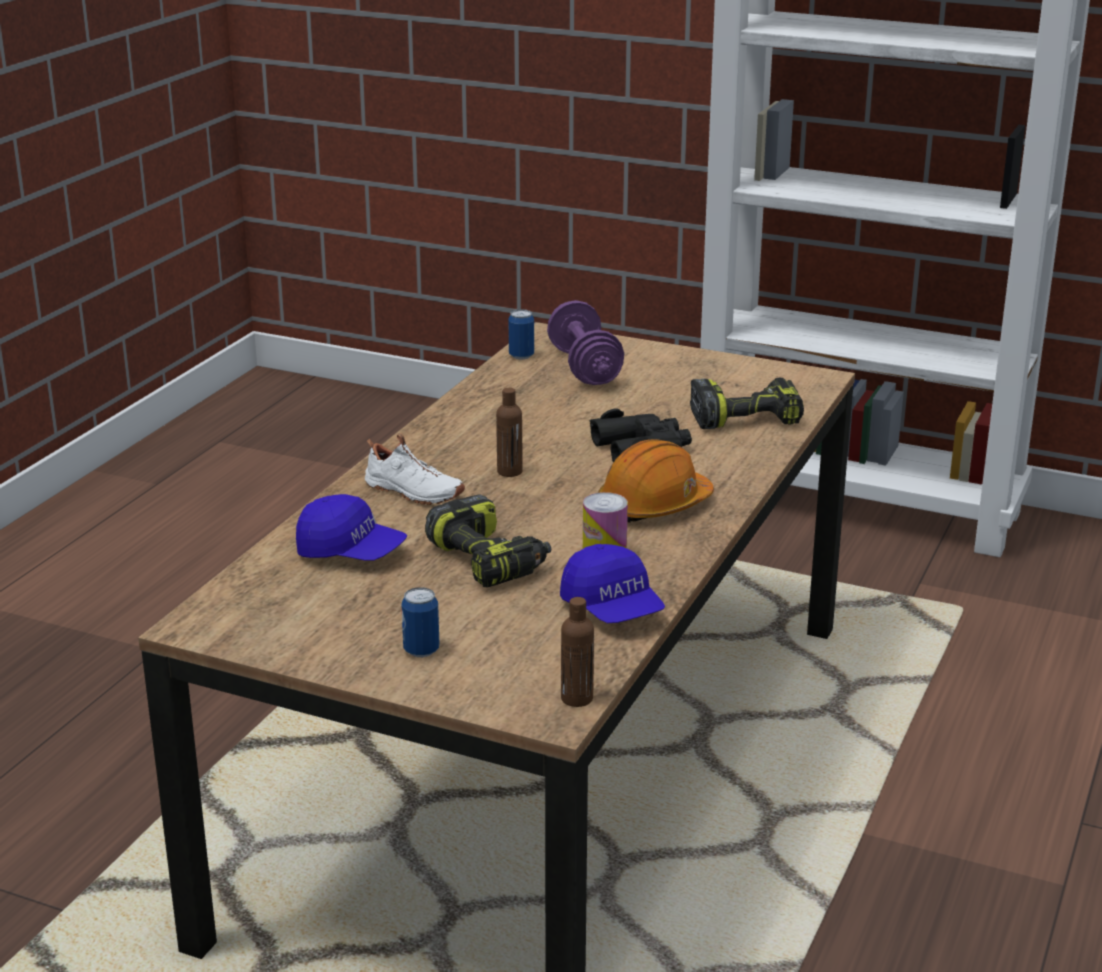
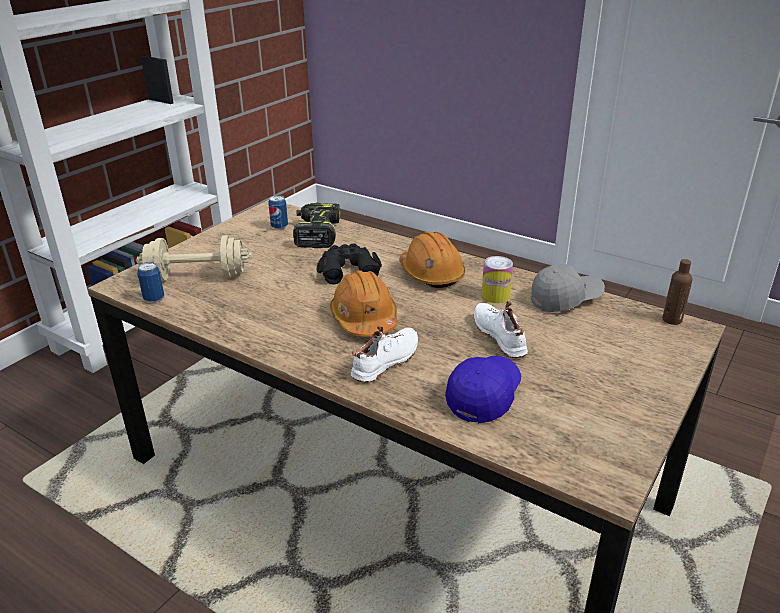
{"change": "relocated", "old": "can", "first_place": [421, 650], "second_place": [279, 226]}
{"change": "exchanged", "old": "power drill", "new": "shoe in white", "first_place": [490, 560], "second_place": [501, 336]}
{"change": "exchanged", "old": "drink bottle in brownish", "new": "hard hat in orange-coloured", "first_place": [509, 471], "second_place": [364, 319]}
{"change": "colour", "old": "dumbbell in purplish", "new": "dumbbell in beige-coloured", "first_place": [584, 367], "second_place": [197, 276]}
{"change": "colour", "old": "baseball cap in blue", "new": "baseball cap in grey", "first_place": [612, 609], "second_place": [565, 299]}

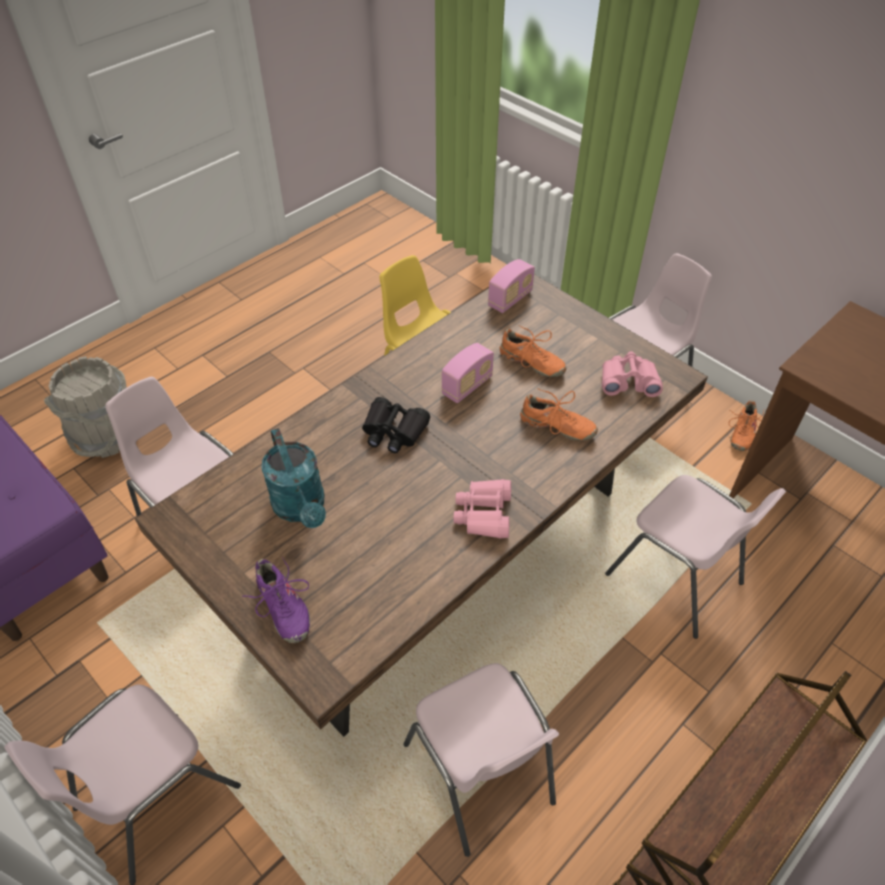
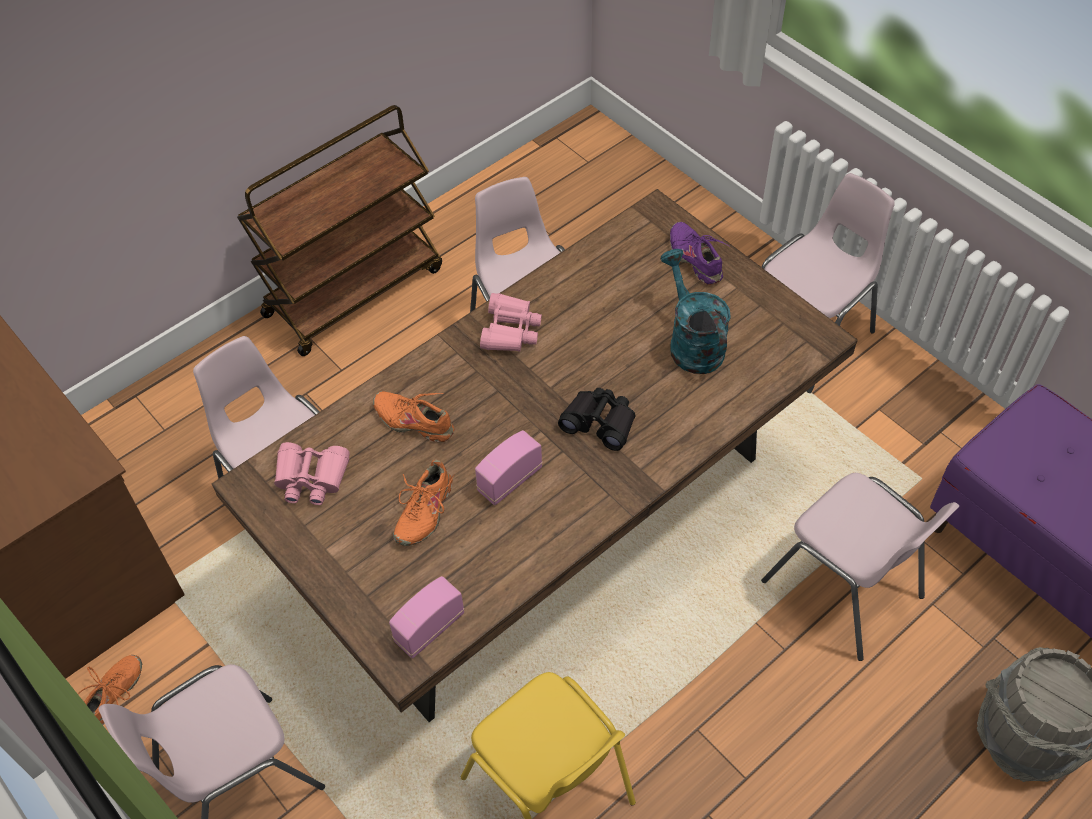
{"change": "spun", "old": "shoe in orange-coloured", "first_place": [531, 363], "second_place": [423, 511], "degrees": -105}

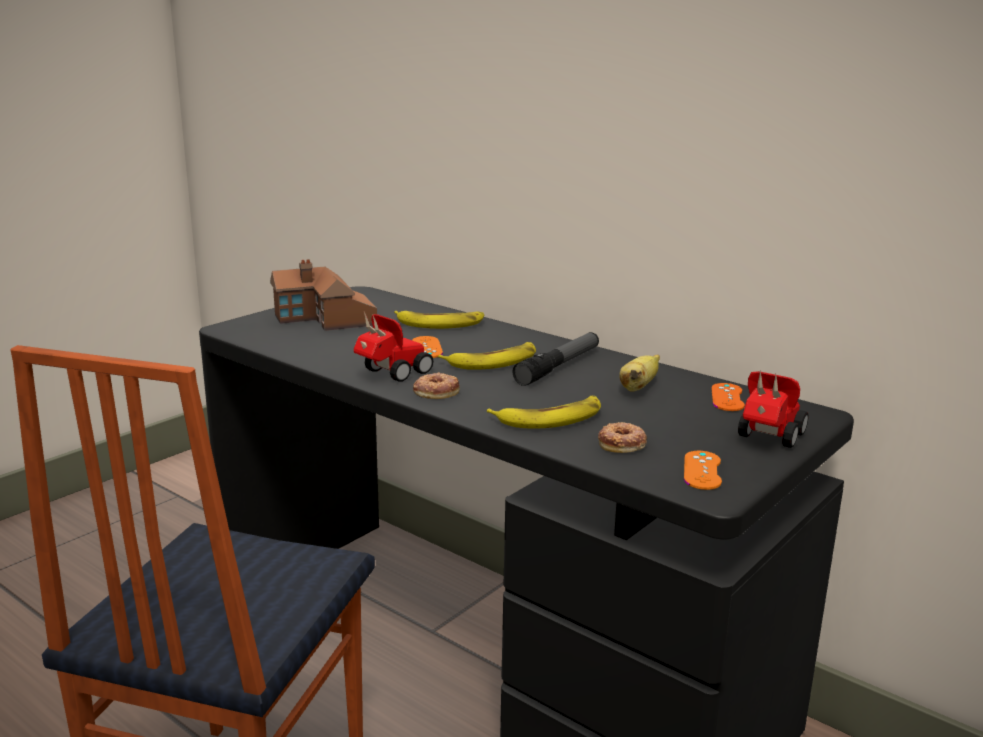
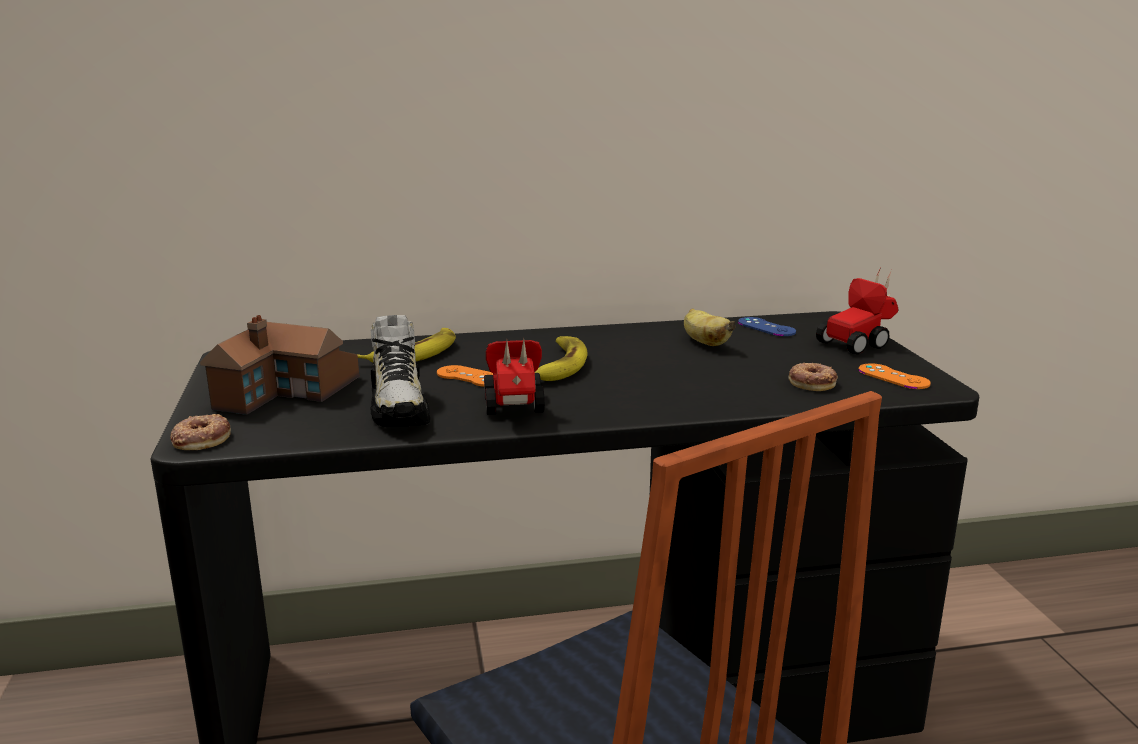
{"change": "missing", "old": "whole banana", "first_place": [550, 418]}
{"change": "missing", "old": "torch", "first_place": [558, 366]}
{"change": "appeared", "new": "shoe", "second_place": [400, 408]}
{"change": "relocated", "old": "ring doughnut", "first_place": [436, 391], "second_place": [201, 439]}
{"change": "colour", "old": "game controller in orange-coloured", "new": "game controller in blue", "first_place": [727, 397], "second_place": [766, 327]}
{"change": "spun", "old": "miniature car", "first_place": [768, 439], "second_place": [859, 343], "degrees": -105}

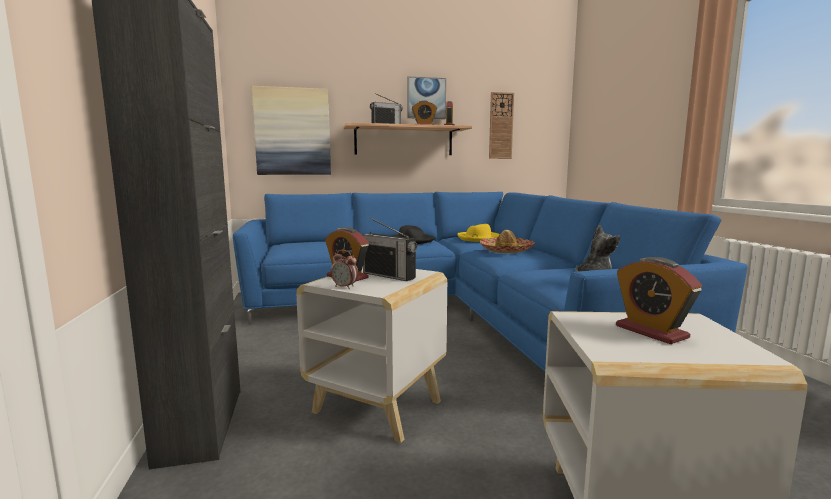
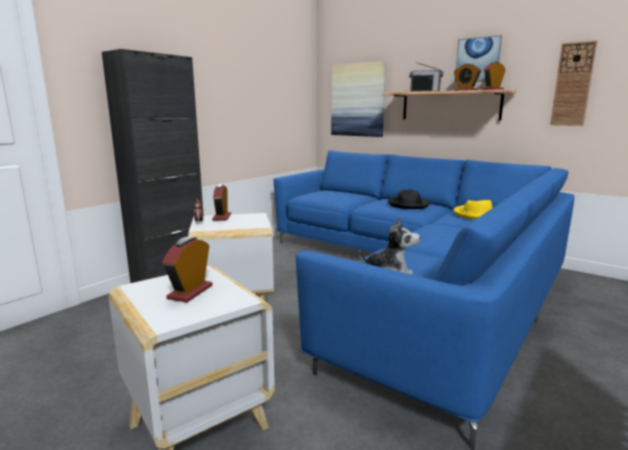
{"change": "missing", "old": "radio", "first_place": [389, 275]}
{"change": "missing", "old": "clothing hat", "first_place": [506, 250]}

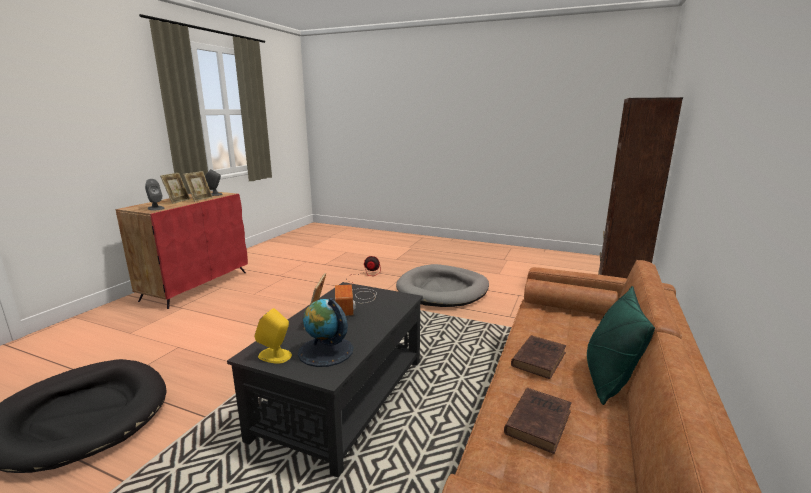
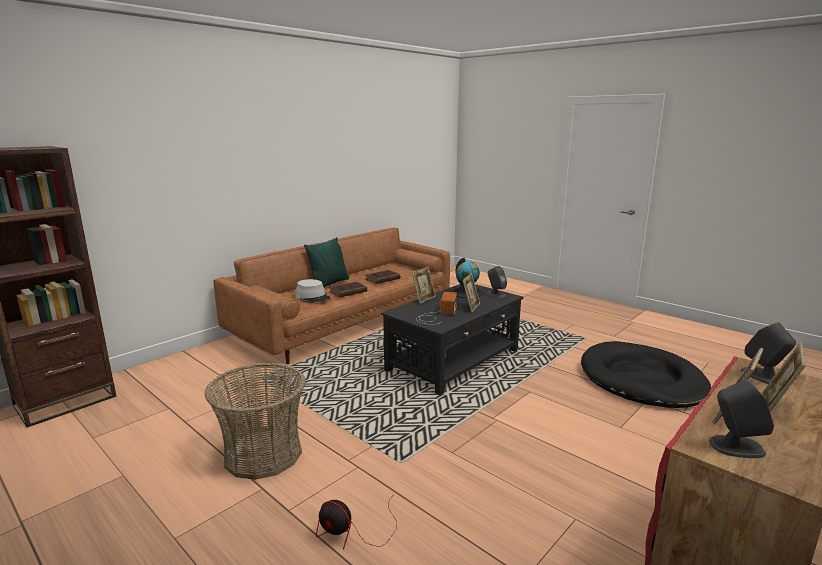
{"change": "appeared", "new": "clothing hat in grey", "second_place": [313, 297]}
{"change": "appeared", "new": "standing frame", "second_place": [424, 299]}
{"change": "exchanged", "old": "pet bed in grey", "new": "basket", "first_place": [443, 290], "second_place": [263, 454]}
{"change": "colour", "old": "speaker in yellow-coloured", "new": "speaker in grey", "first_place": [275, 356], "second_place": [495, 294]}

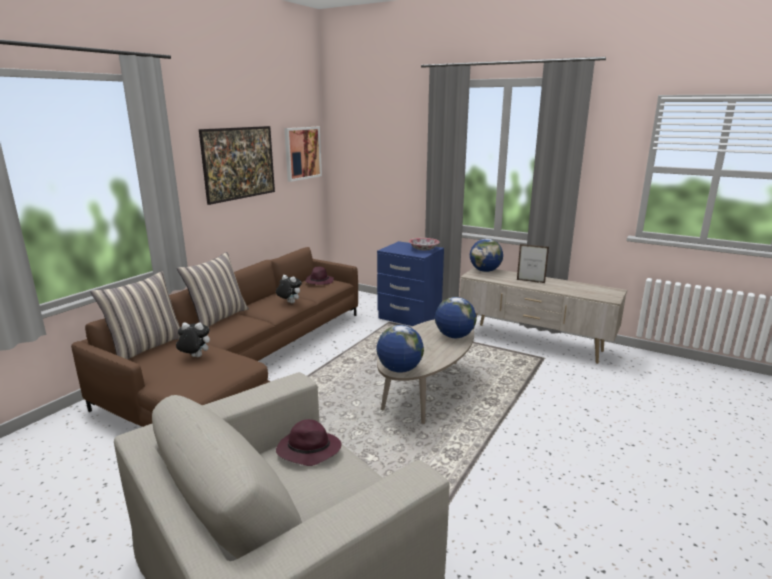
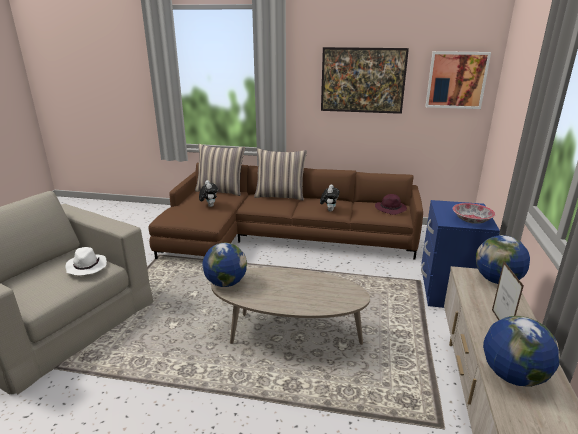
{"change": "relocated", "old": "world globe", "first_place": [454, 336], "second_place": [512, 376]}
{"change": "colour", "old": "clothing hat in purplish", "new": "clothing hat in white", "first_place": [308, 450], "second_place": [86, 267]}

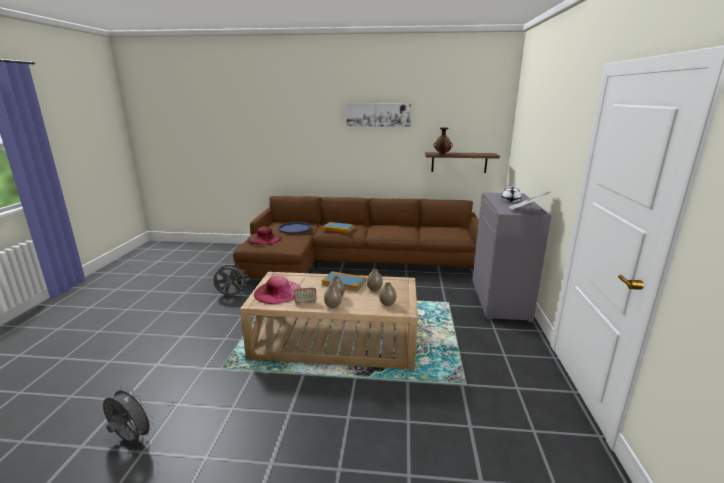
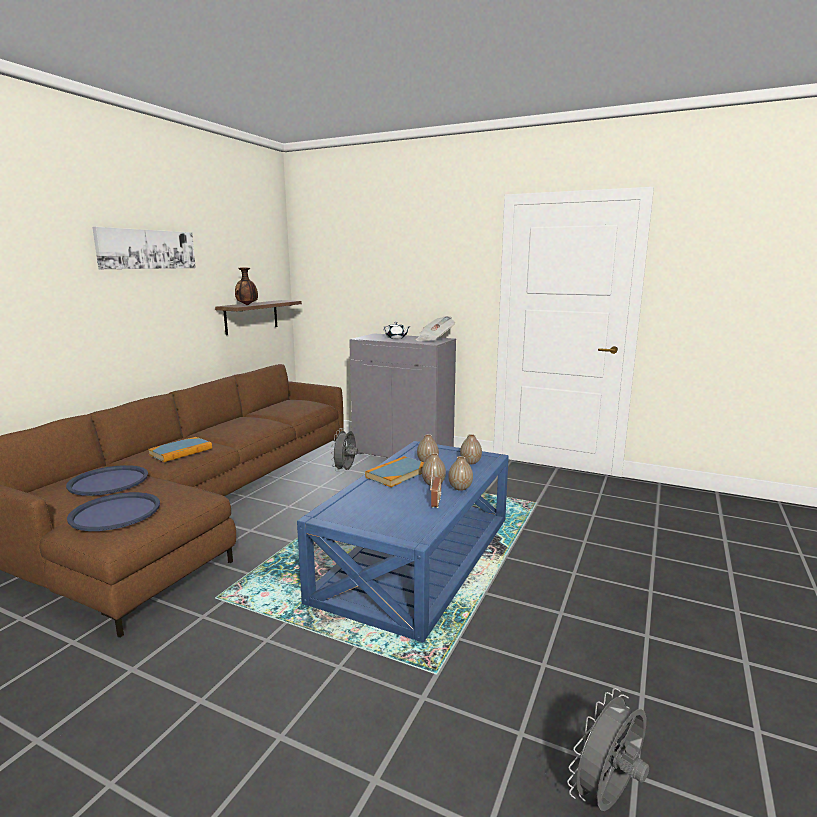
{"change": "missing", "old": "clothing hat in pink-coloured", "first_place": [278, 292]}
{"change": "relocated", "old": "cooling fan in grey", "first_place": [231, 295], "second_place": [345, 470]}
{"change": "exchanged", "old": "clothing hat in brownish", "new": "serving tray in blue", "first_place": [264, 238], "second_place": [115, 512]}
{"change": "colour", "old": "lounge table in beige-coloured", "new": "lounge table in blue", "first_place": [335, 339], "second_place": [416, 556]}

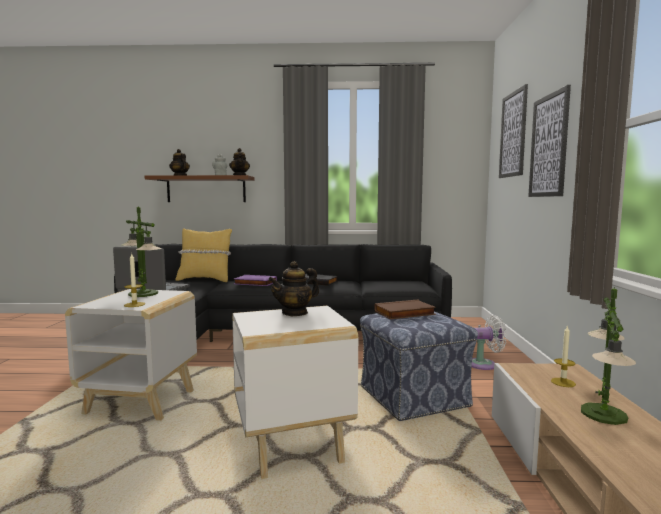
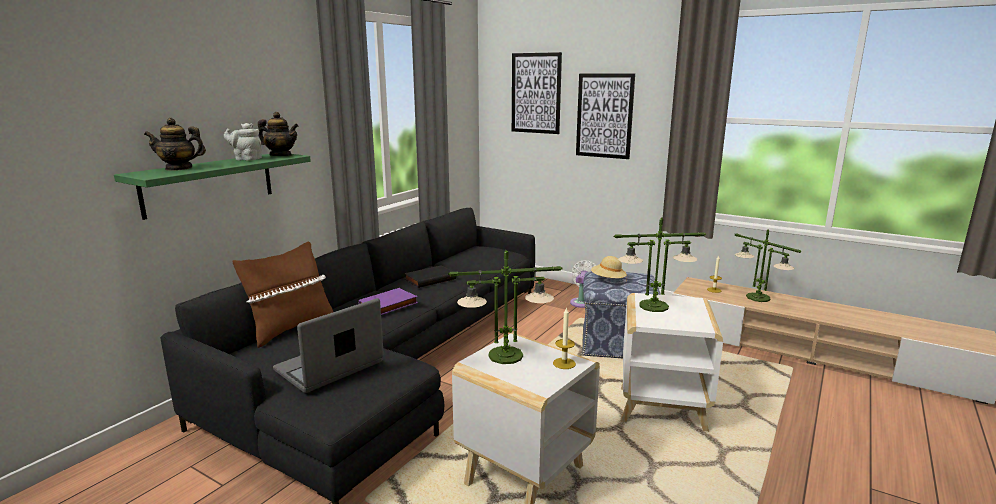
{"change": "exchanged", "old": "pot for tea", "new": "lamp for a table", "first_place": [295, 312], "second_place": [653, 306]}
{"change": "exchanged", "old": "bound book in brownish", "new": "clothing hat in beige-coloured", "first_place": [404, 313], "second_place": [608, 280]}
{"change": "colour", "old": "bracket shelf in brownish", "new": "bracket shelf in greenish", "first_place": [206, 189], "second_place": [209, 184]}
{"change": "colour", "old": "throw pillow in yellow-coloured", "new": "throw pillow in brownish", "first_place": [205, 280], "second_place": [291, 329]}

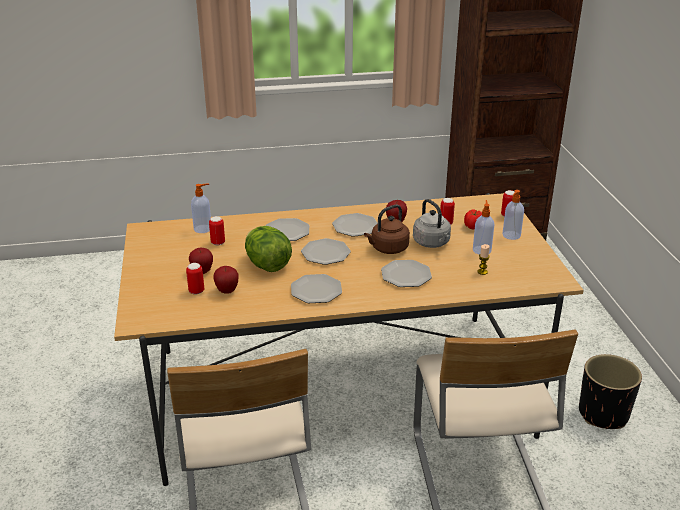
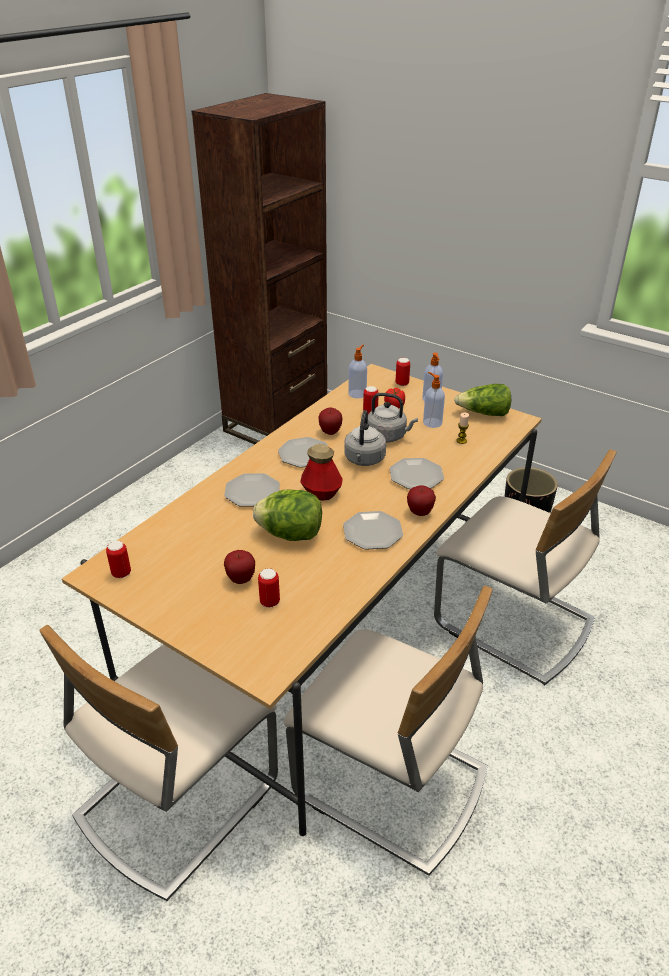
{"change": "appeared", "new": "upright chair in beige-coloured", "second_place": [176, 799]}
{"change": "appeared", "new": "lettuce head", "second_place": [484, 413]}
{"change": "relocated", "old": "liquid soap bottle", "first_place": [203, 229], "second_place": [357, 393]}
{"change": "relocated", "old": "can", "first_place": [218, 243], "second_place": [121, 573]}
{"change": "relocated", "old": "whole apple", "first_place": [227, 291], "second_place": [420, 513]}
{"change": "exchanged", "old": "plate", "new": "drink bottle", "first_place": [325, 253], "second_place": [321, 493]}
{"change": "colour", "old": "kettle in brownish", "new": "kettle in grey", "first_place": [387, 249], "second_place": [364, 460]}

